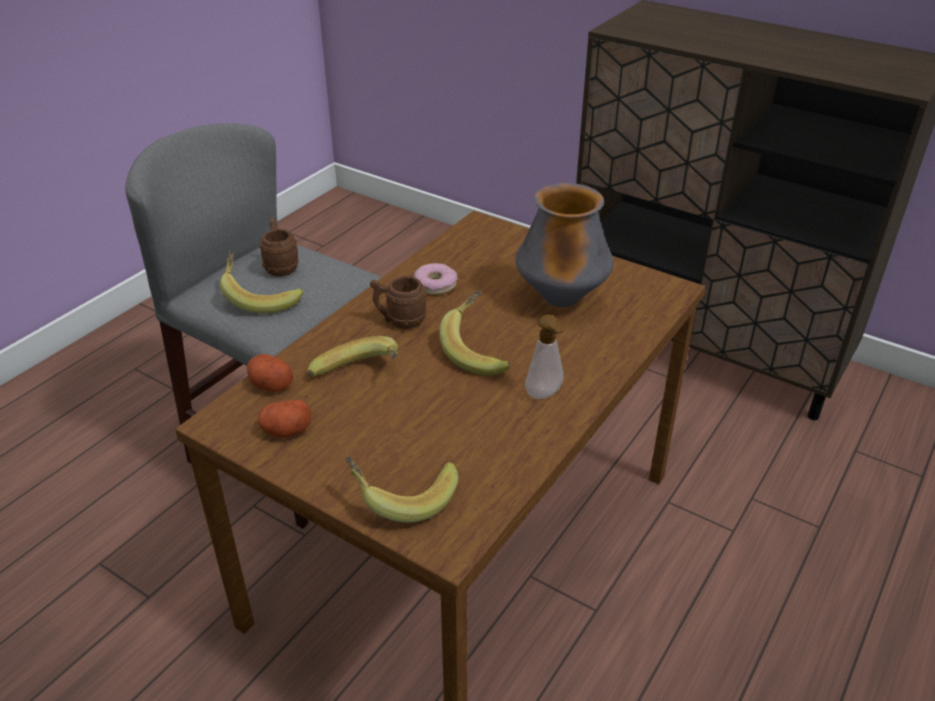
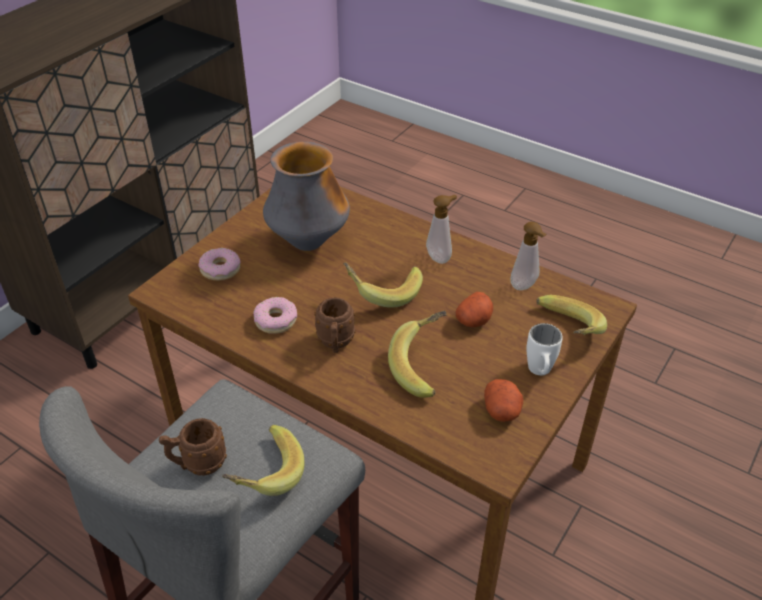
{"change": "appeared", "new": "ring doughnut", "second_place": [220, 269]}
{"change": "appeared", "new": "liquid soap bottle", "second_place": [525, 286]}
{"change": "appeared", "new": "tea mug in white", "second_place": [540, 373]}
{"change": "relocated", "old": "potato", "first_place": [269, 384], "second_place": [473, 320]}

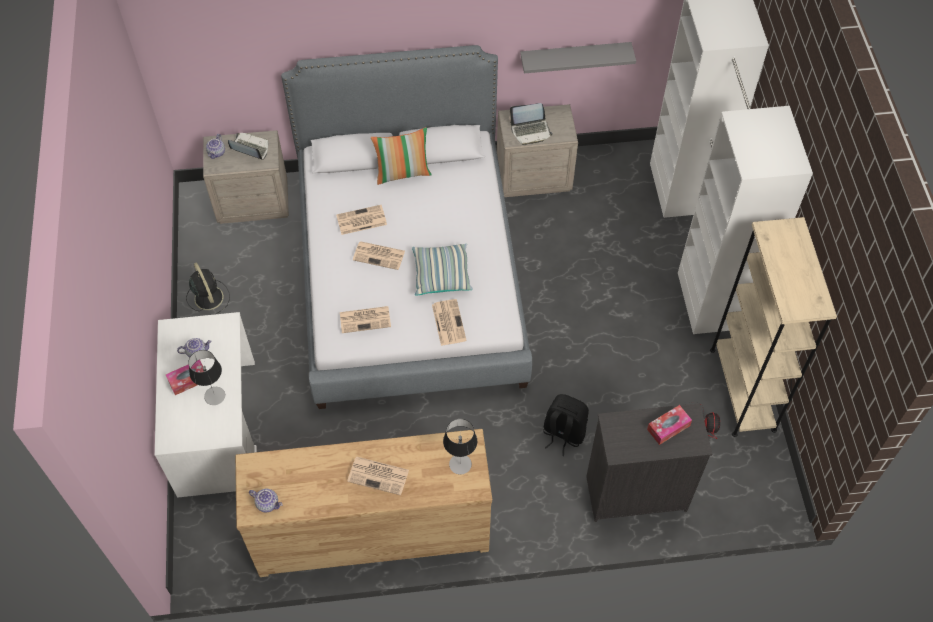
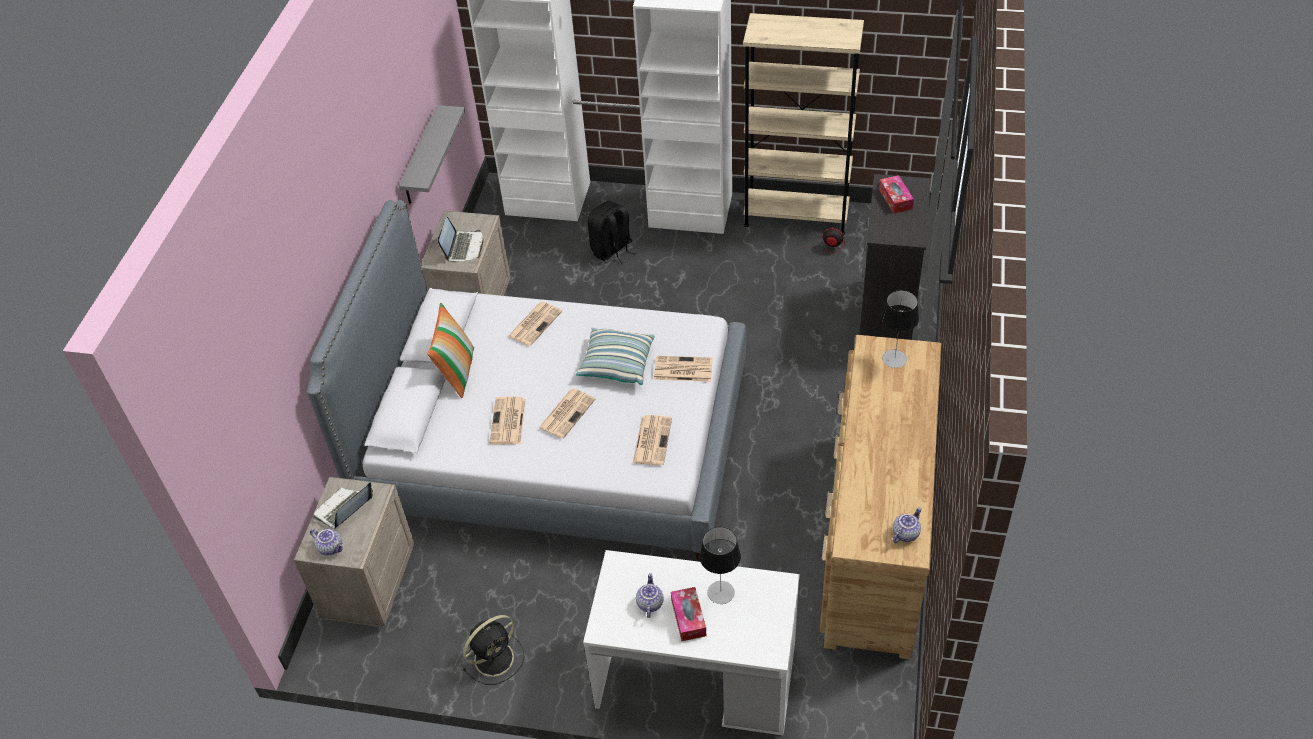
{"change": "relocated", "old": "printed paper", "first_place": [379, 475], "second_place": [535, 323]}
{"change": "relocated", "old": "rucksack in black-coloured", "first_place": [563, 433], "second_place": [612, 250]}
{"change": "spun", "old": "cooling fan in black-coloured", "first_place": [208, 297], "second_place": [495, 657], "degrees": 150}

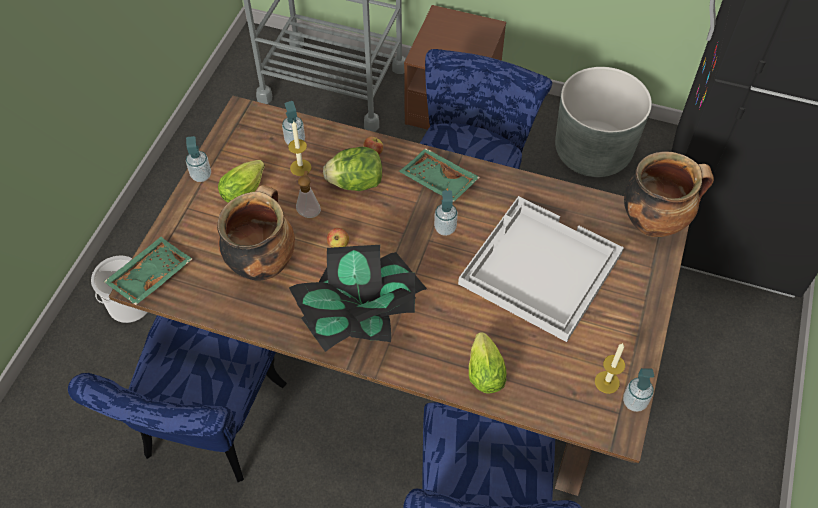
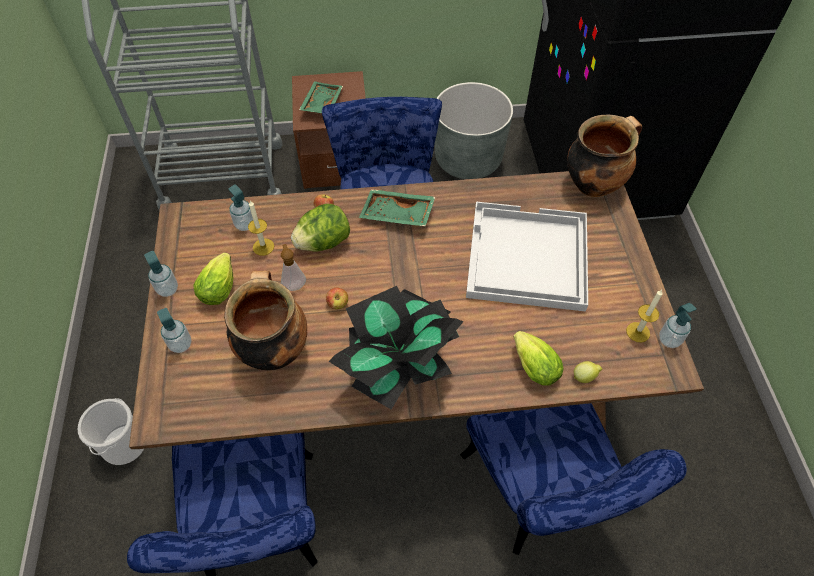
{"change": "appeared", "new": "citrus fruit", "second_place": [584, 377]}
{"change": "relocated", "old": "serving tray in greenish", "first_place": [150, 275], "second_place": [321, 103]}
{"change": "relocated", "old": "liquid soap bottle", "first_place": [445, 228], "second_place": [181, 344]}

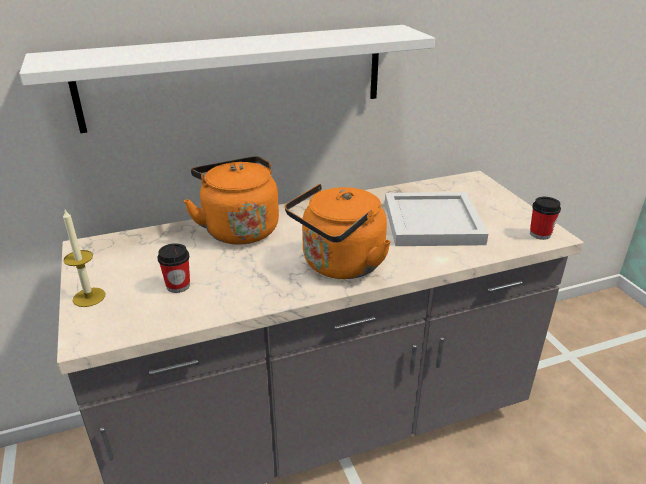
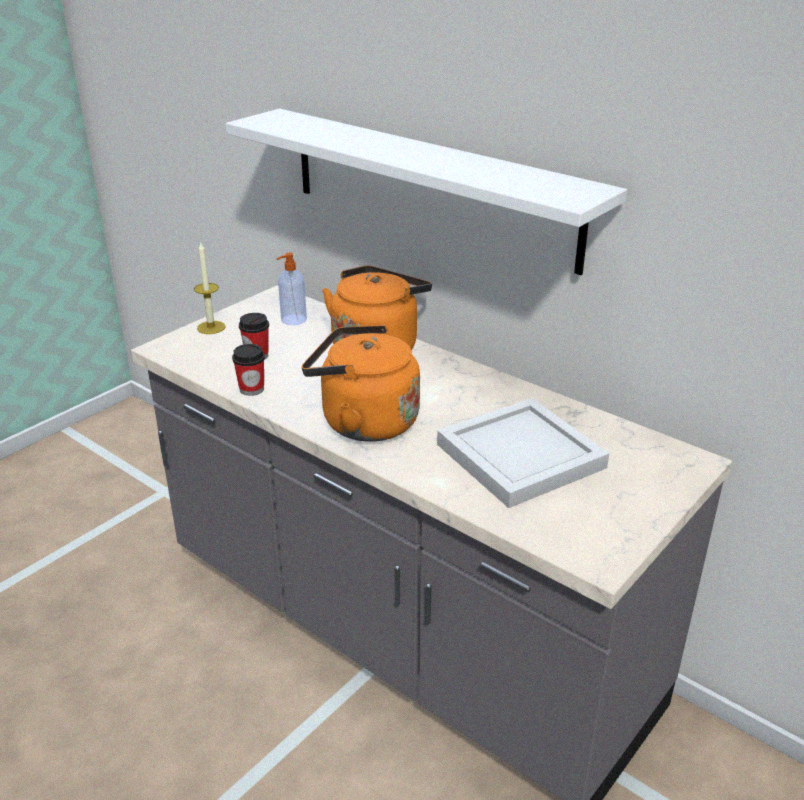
{"change": "appeared", "new": "liquid soap bottle", "second_place": [293, 320]}
{"change": "relocated", "old": "drinking cup", "first_place": [540, 234], "second_place": [251, 389]}

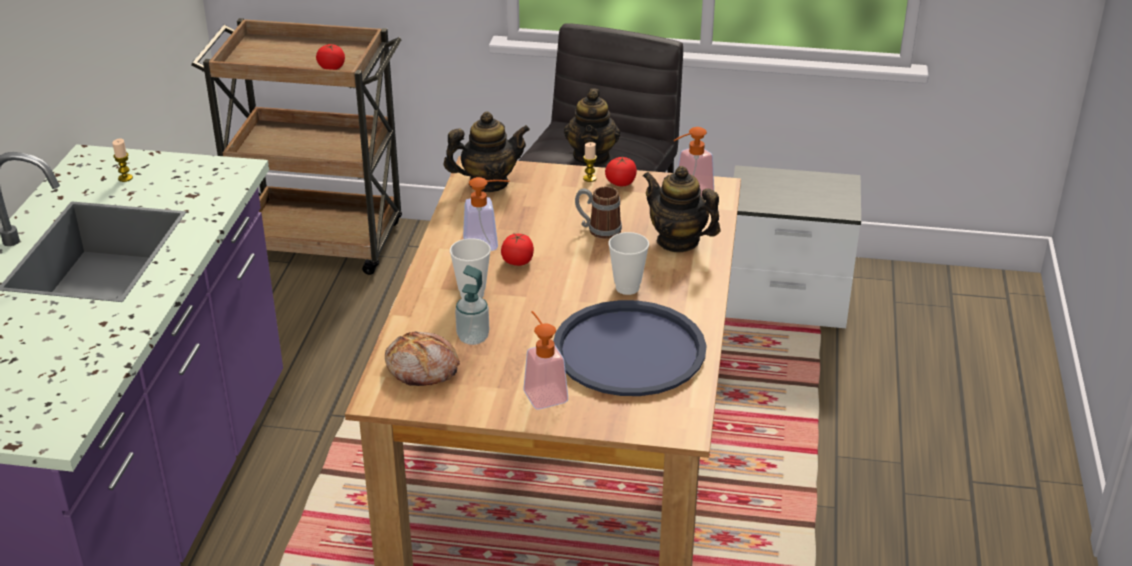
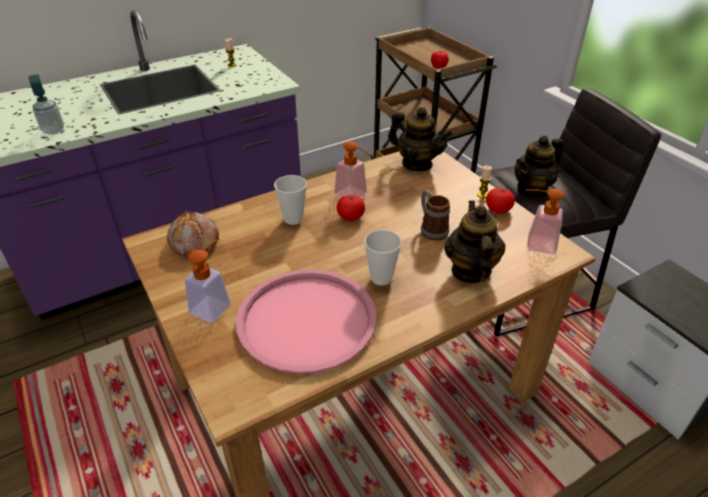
{"change": "relocated", "old": "liquid soap bottle", "first_place": [473, 338], "second_place": [53, 130]}
{"change": "colour", "old": "serving tray in blue", "new": "serving tray in pink-coloured", "first_place": [629, 350], "second_place": [306, 320]}

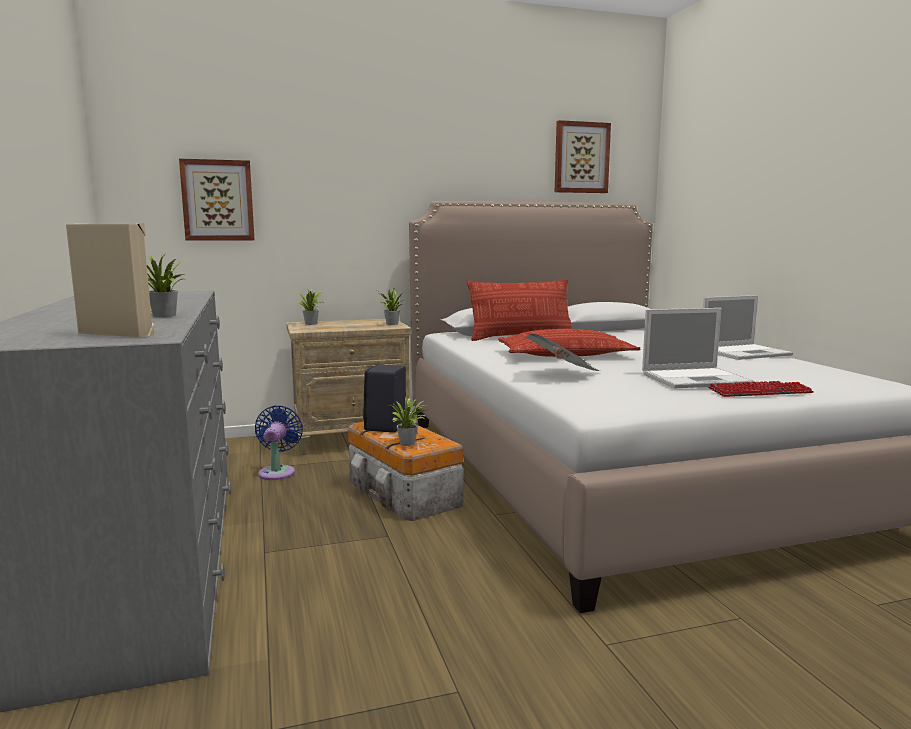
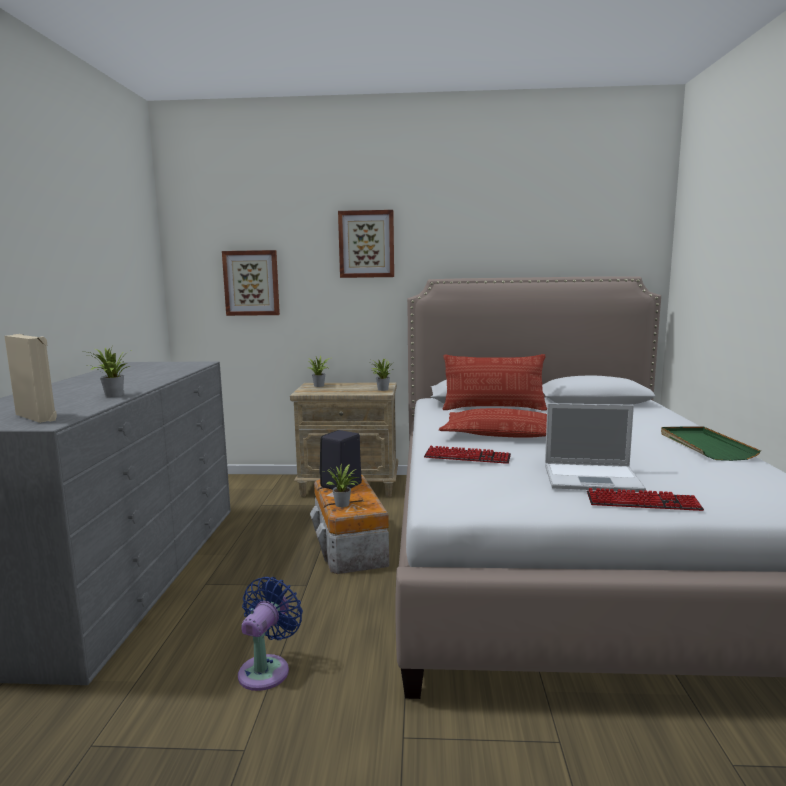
{"change": "relocated", "old": "cooling fan in blue", "first_place": [278, 472], "second_place": [267, 669]}
{"change": "relocated", "old": "wall art", "first_place": [581, 158], "second_place": [366, 244]}
{"change": "exchanged", "old": "printed paper", "new": "PC keyboard", "first_place": [562, 372], "second_place": [467, 457]}
{"change": "exchanged", "old": "notebook computer", "new": "serving tray in greenish", "first_place": [746, 352], "second_place": [704, 446]}

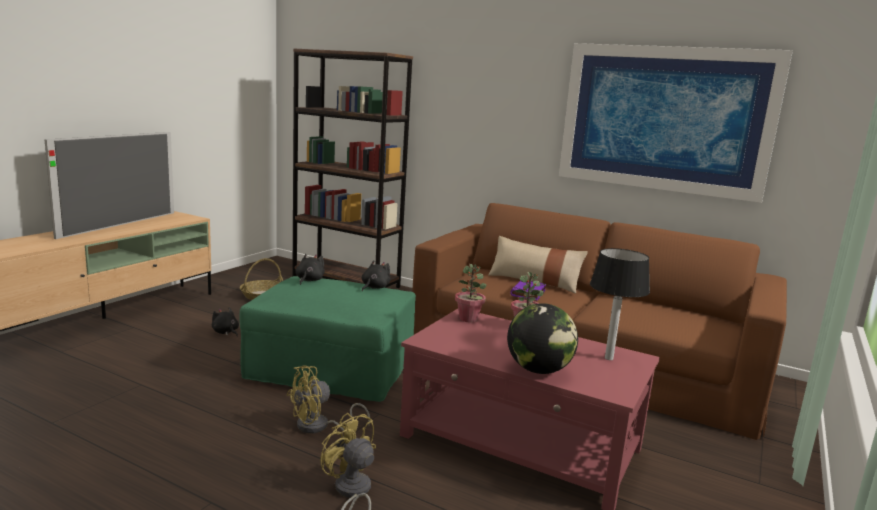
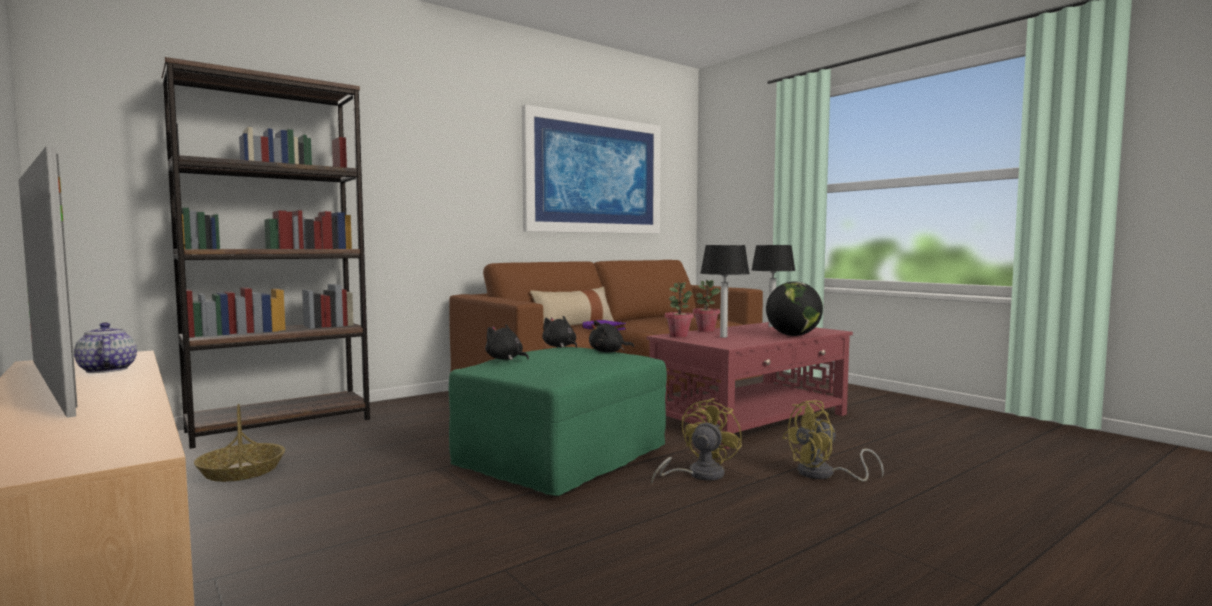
{"change": "appeared", "new": "pot for tea", "second_place": [106, 370]}
{"change": "appeared", "new": "lamp for a table", "second_place": [724, 337]}
{"change": "relocated", "old": "soft toy in black-coloured", "first_place": [226, 332], "second_place": [608, 352]}
{"change": "spun", "old": "cooling fan in yellow-coloured", "first_place": [319, 427], "second_place": [698, 475], "degrees": -135}

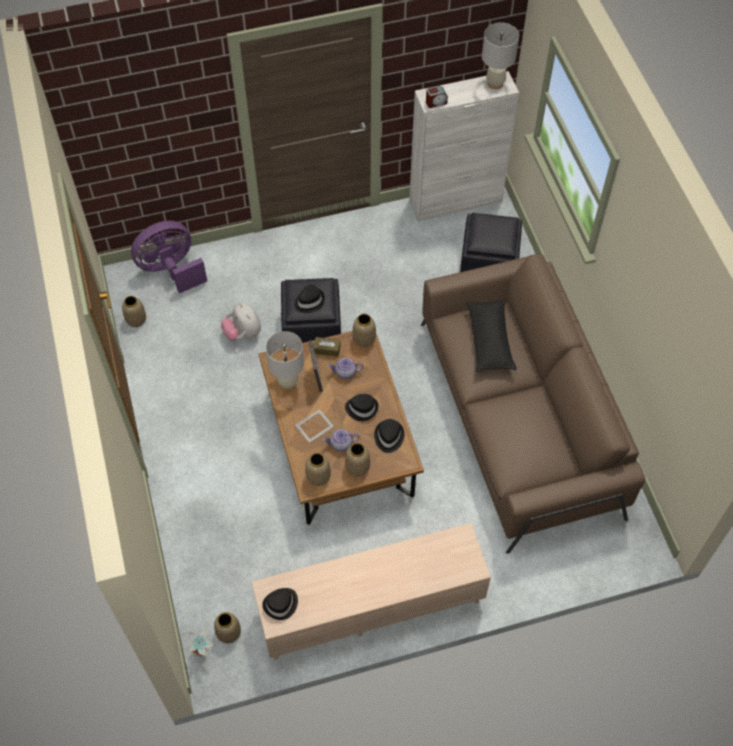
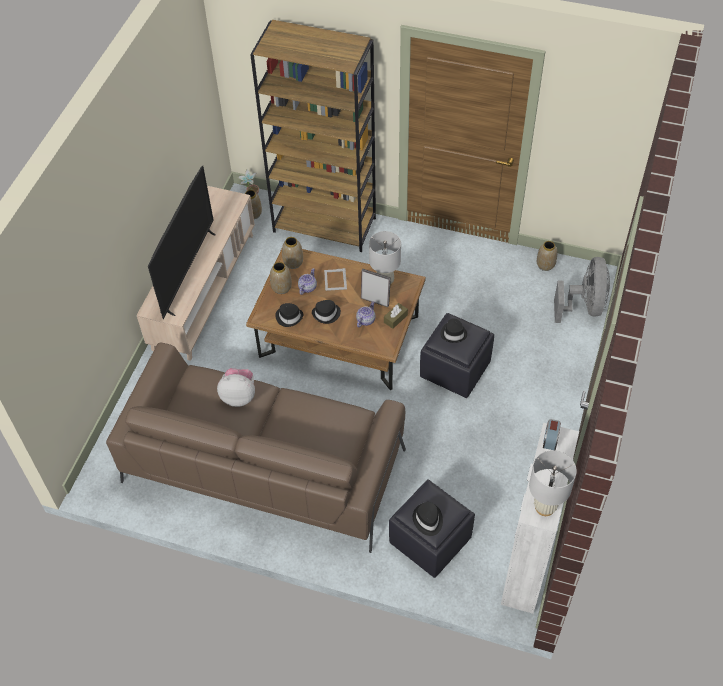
{"change": "missing", "old": "flower vase", "first_place": [364, 339]}
{"change": "missing", "old": "throw pillow in black-coloured", "first_place": [490, 340]}
{"change": "appeared", "new": "TV", "second_place": [188, 272]}
{"change": "appeared", "new": "bookcase in brownish", "second_place": [325, 225]}
{"change": "relocated", "old": "soft toy", "first_place": [243, 333], "second_place": [239, 396]}
{"change": "relocated", "old": "clothing hat in black-coloured", "first_place": [281, 604], "second_place": [427, 520]}
{"change": "colour", "old": "cooling fan in purplish", "new": "cooling fan in grey", "first_place": [171, 270], "second_place": [584, 306]}

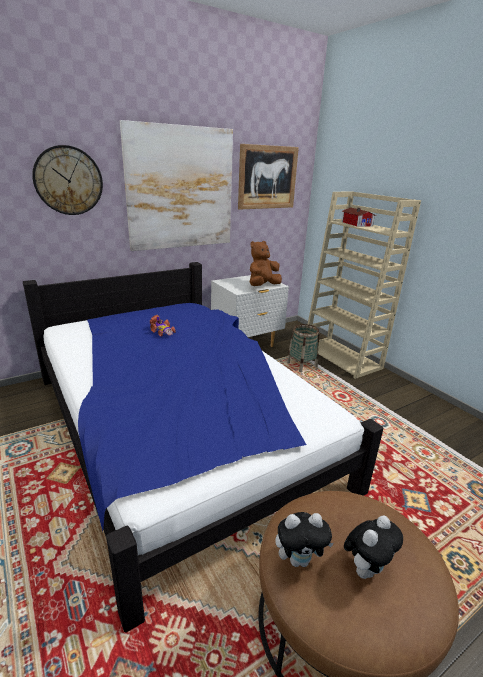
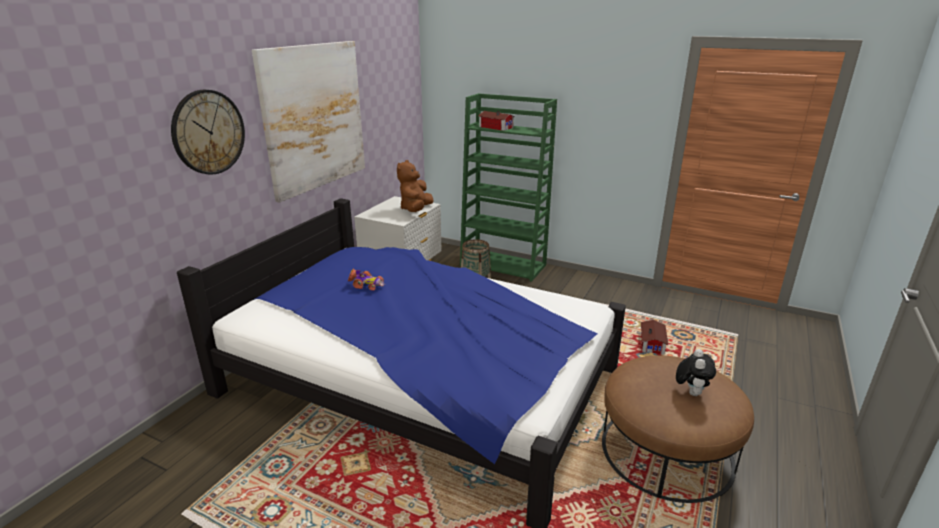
{"change": "missing", "old": "wall art", "first_place": [267, 177]}
{"change": "missing", "old": "soft toy", "first_place": [299, 559]}
{"change": "appeared", "new": "toy house", "second_place": [653, 343]}
{"change": "colour", "old": "bookcase in beige-coloured", "new": "bookcase in greenish", "first_place": [342, 357], "second_place": [504, 265]}

